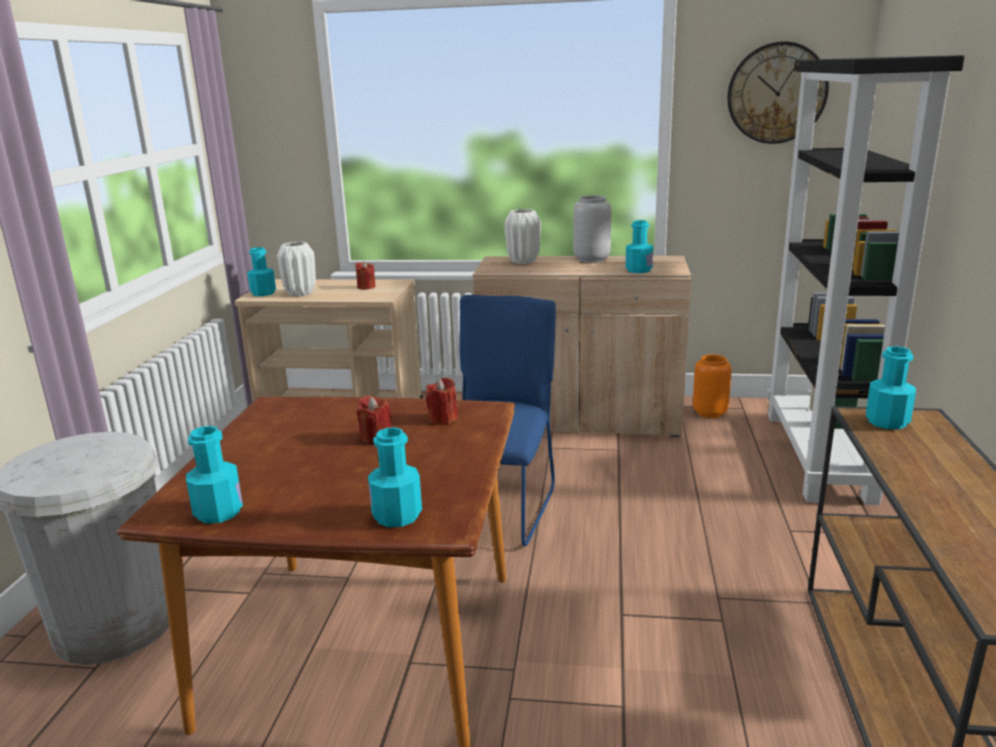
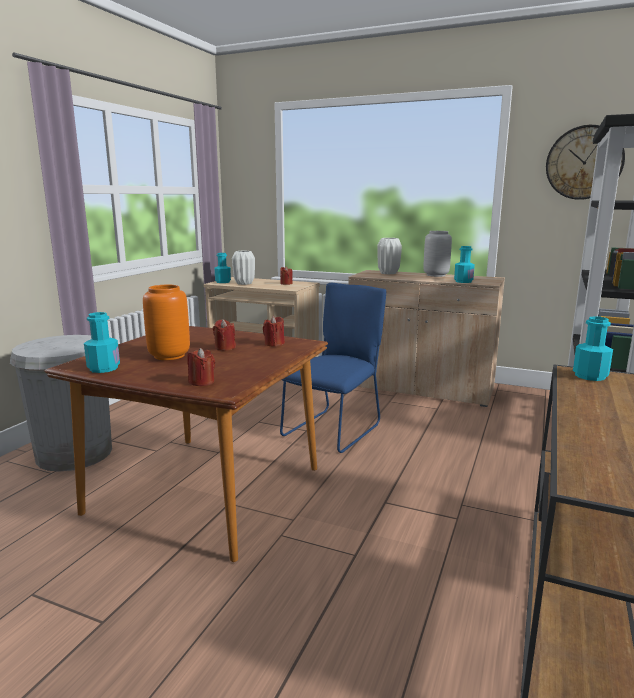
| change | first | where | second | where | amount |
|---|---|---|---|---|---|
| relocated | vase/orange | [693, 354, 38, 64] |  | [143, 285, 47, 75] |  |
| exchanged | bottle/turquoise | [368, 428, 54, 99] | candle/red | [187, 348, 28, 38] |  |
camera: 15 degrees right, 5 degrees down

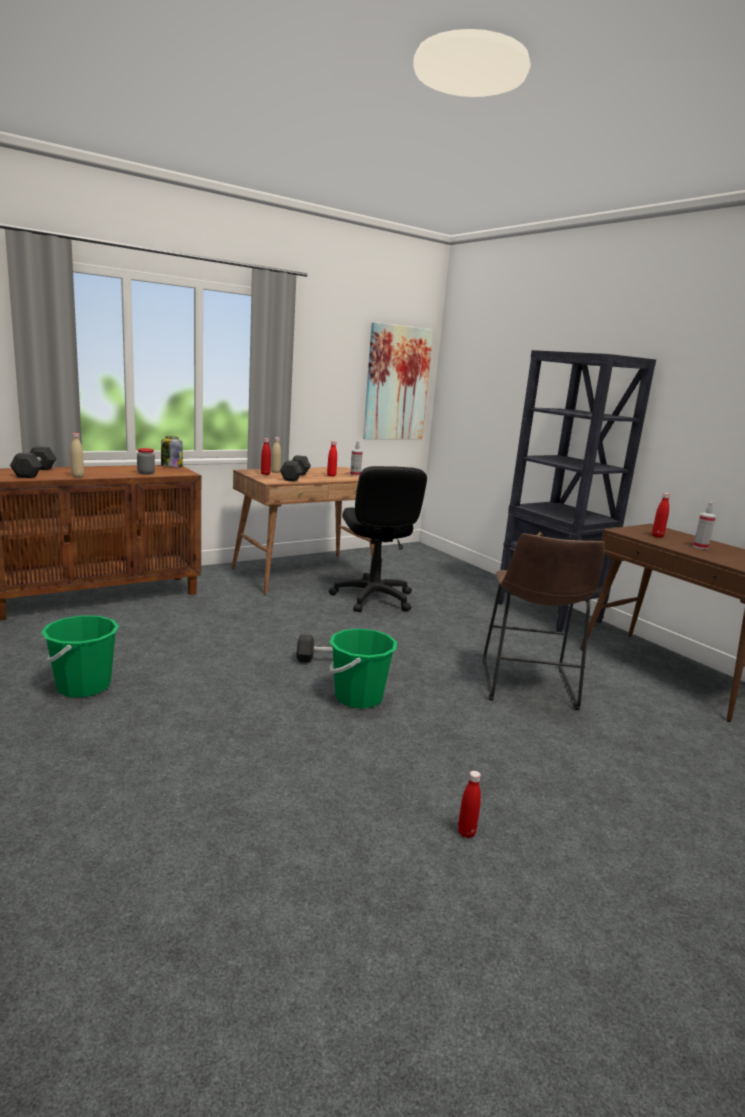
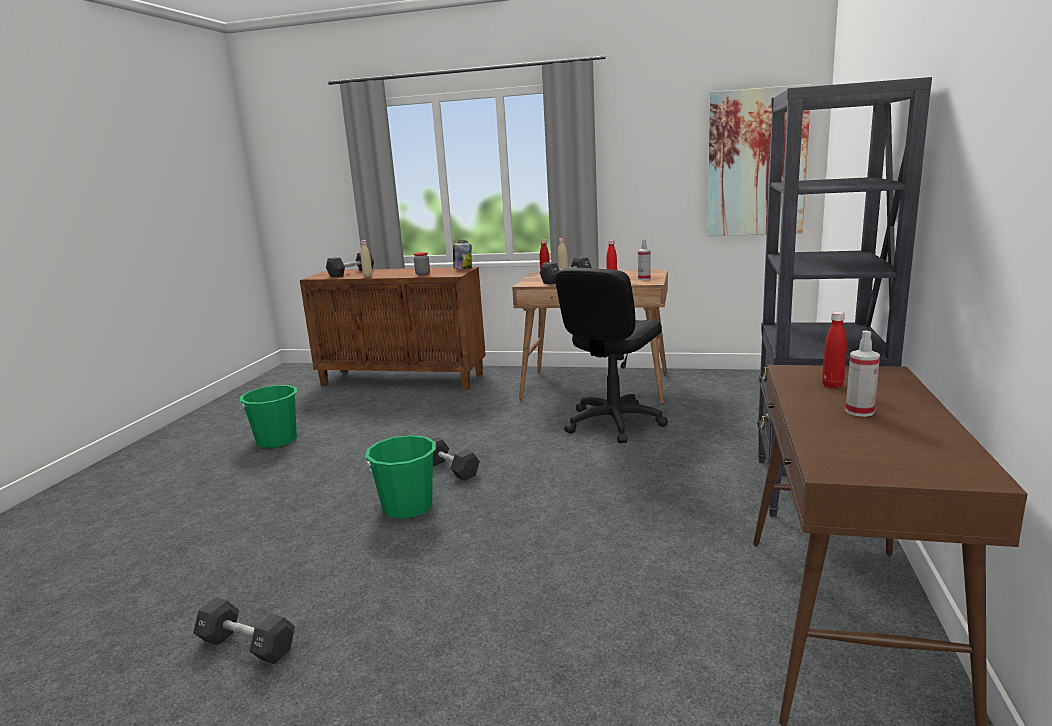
| change | first | where | second | where | amount |
|---|---|---|---|---|---|
| missing | stool/brown | [483, 534, 122, 176] |  |  |  |
| exchanged | bottle/red | [458, 771, 23, 67] | dumbbell/black | [193, 598, 102, 66] |  |
camera: 50 degrees right, 0 degrees up

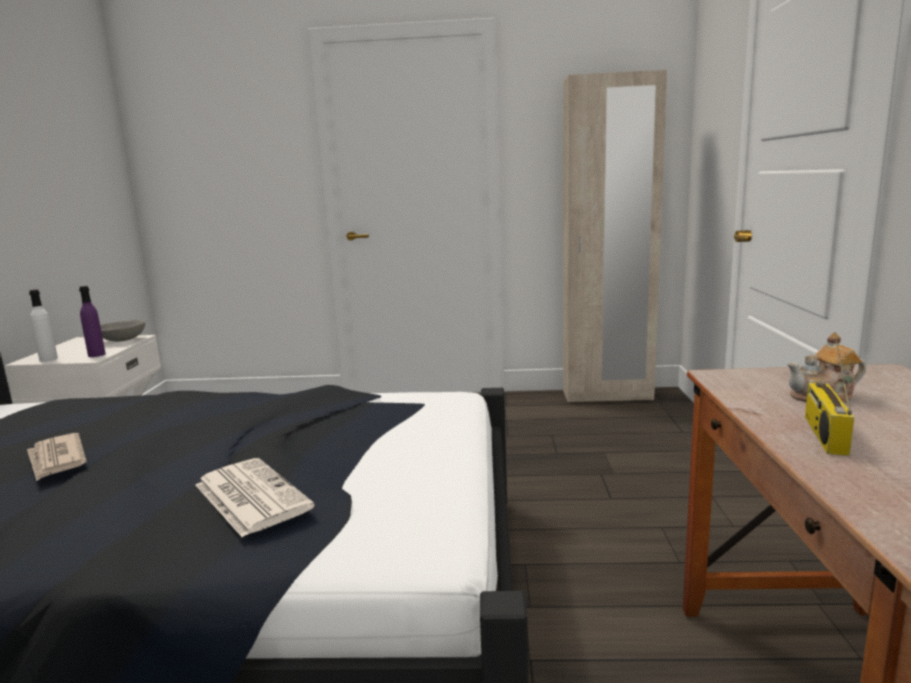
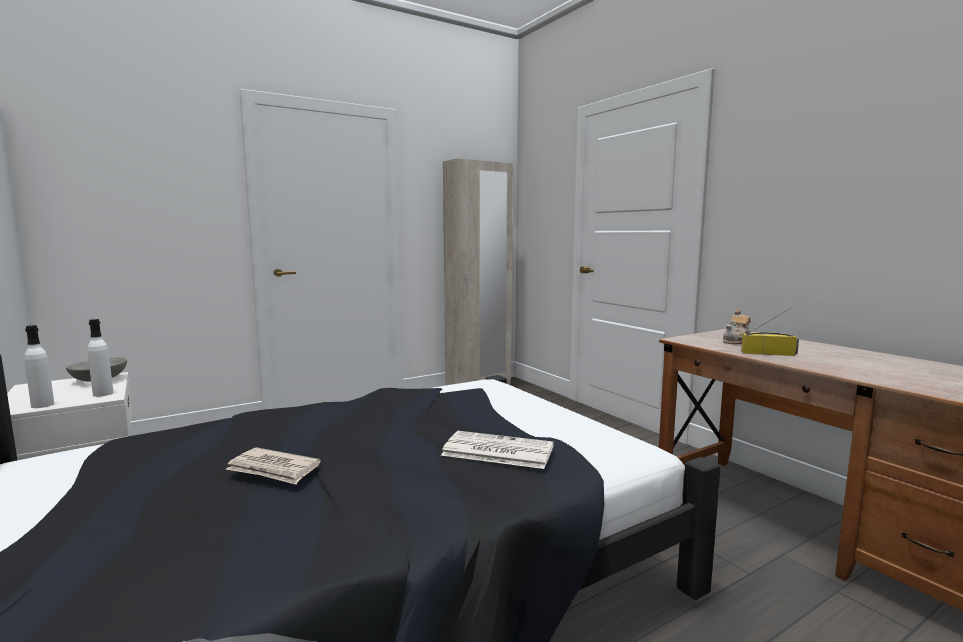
| change | first | where | second | where | amount |
|---|---|---|---|---|---|
| colour | bottle/purple | [79, 286, 27, 71] | bottle/white | [87, 319, 26, 78] |  |
| spun | radio | [805, 332, 50, 124] |  | [741, 308, 58, 48] | 120 degrees clockwise |
camera: 35 degrees left, 5 degrees down

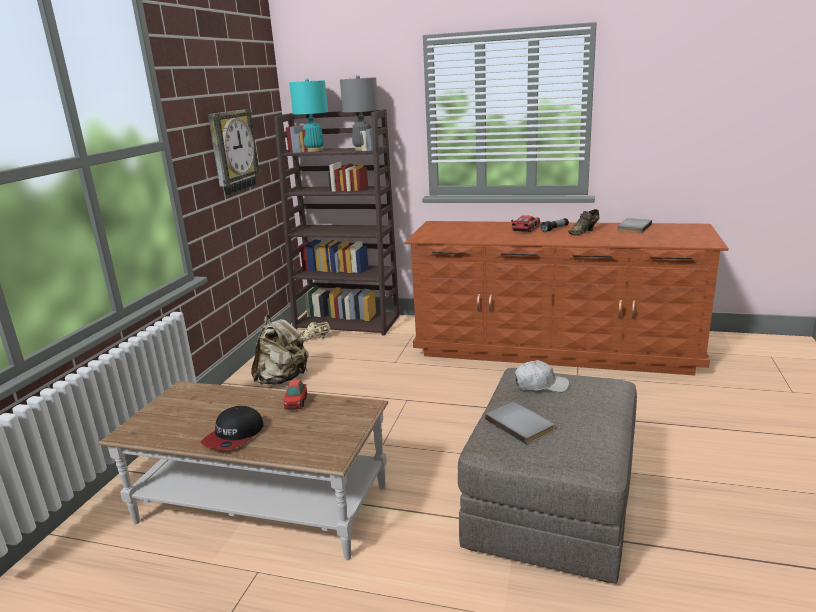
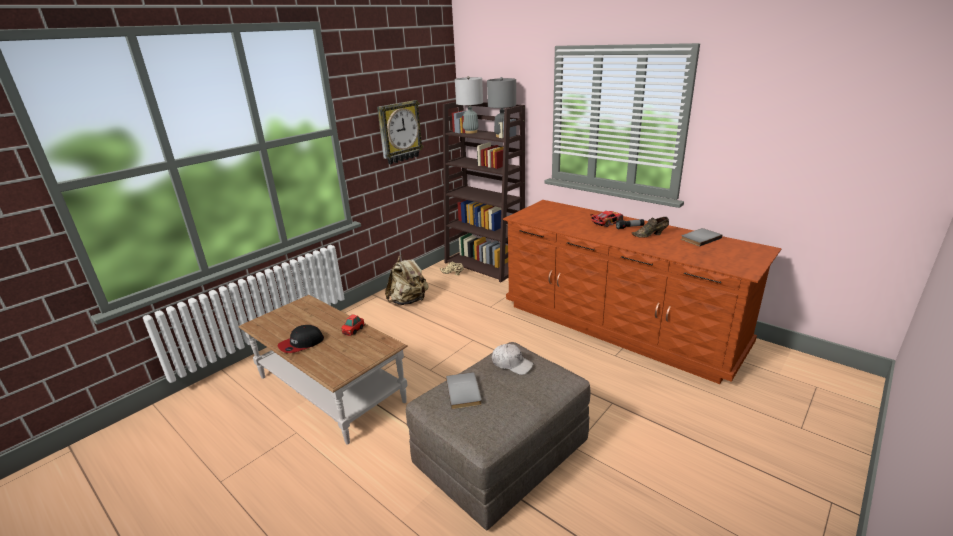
| change | first | where | second | where | amount |
|---|---|---|---|---|---|
| colour | table lamp/turquoise | [289, 78, 39, 74] | table lamp/grey | [455, 76, 28, 58] |  |
camera: 25 degrees right, 5 degrees up

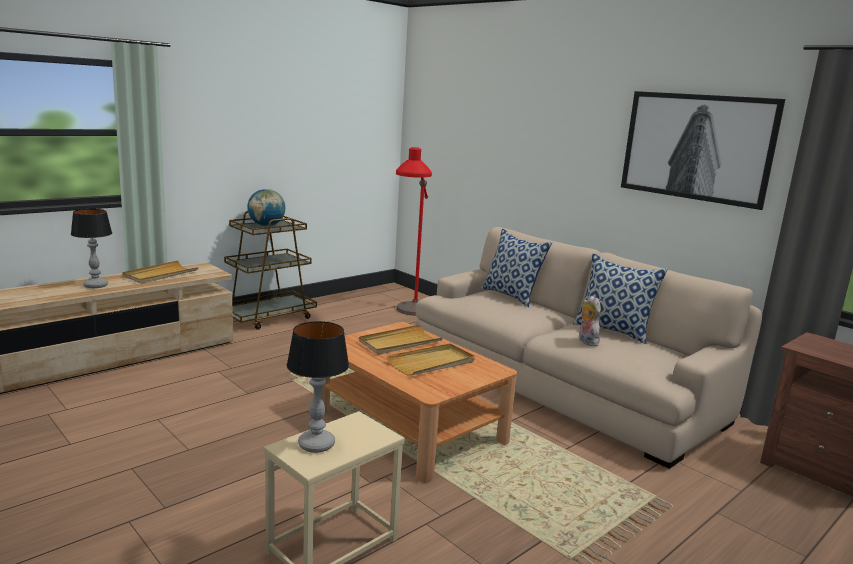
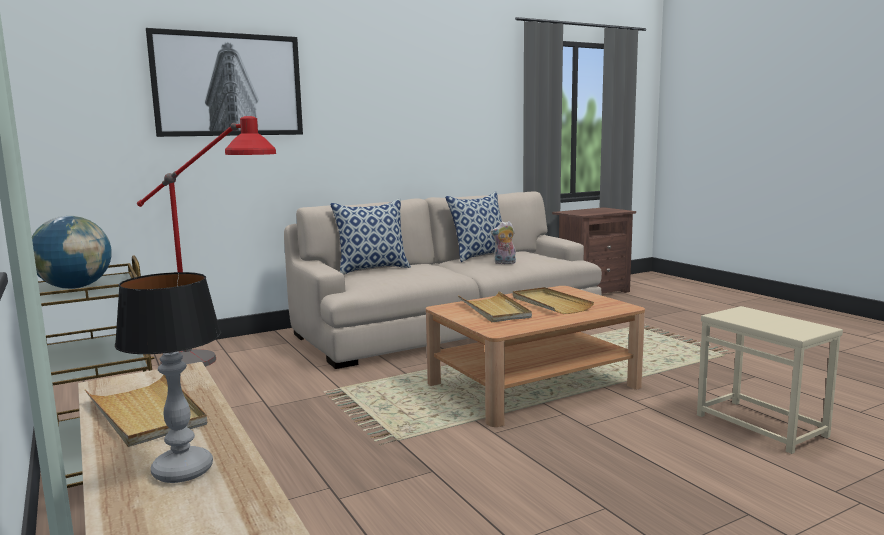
| change | first | where | second | where | amount |
|---|---|---|---|---|---|
| missing | table lamp | [287, 321, 62, 132] |  |  |  |
| relocated | picture | [621, 91, 164, 119] |  | [146, 28, 157, 109] |  |
camera: 75 degrees left, 5 degrees down

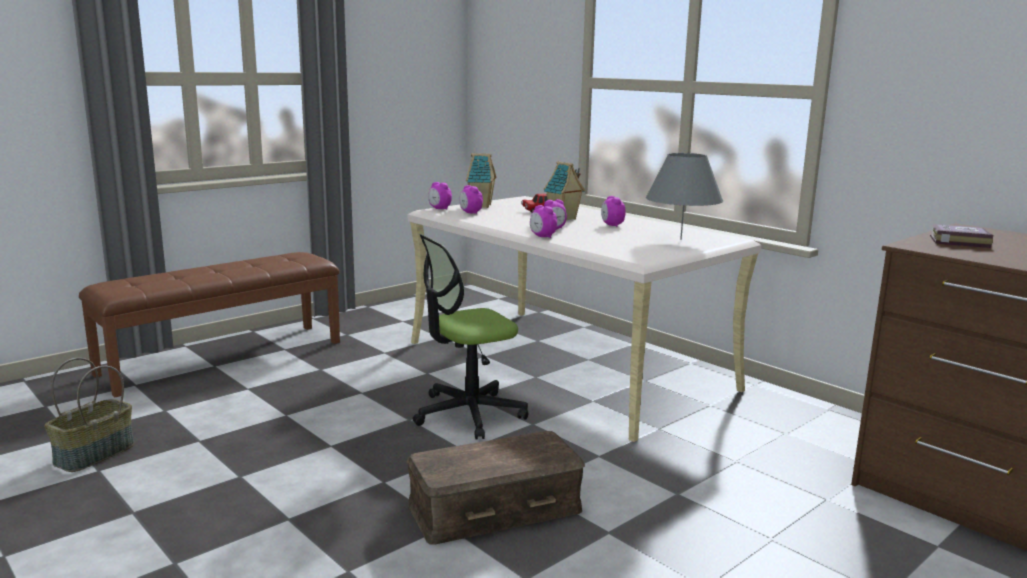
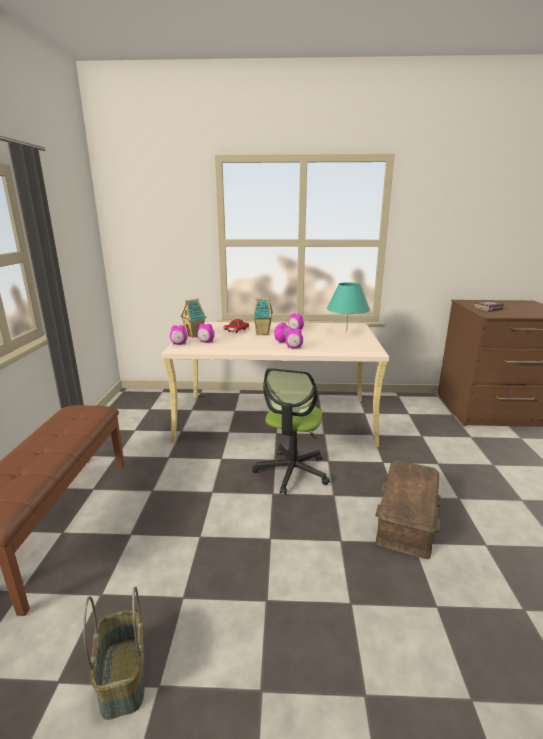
| change | first | where | second | where | amount |
|---|---|---|---|---|---|
| colour | table lamp/grey | [646, 153, 77, 87] | table lamp/turquoise | [327, 282, 43, 50] |  |
camera: 45 degrees left, 5 degrees up

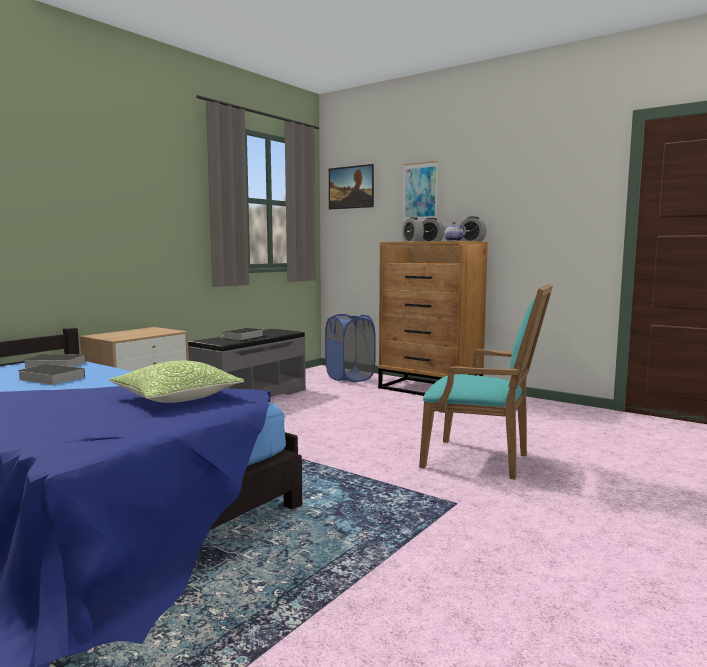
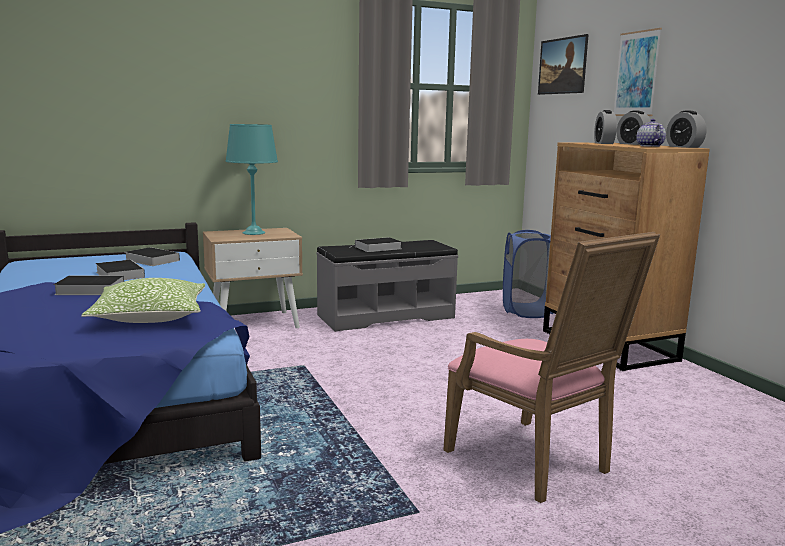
| change | first | where | second | where | amount |
|---|---|---|---|---|---|
| appeared |  |  | book | [53, 276, 71, 19] |  |
| appeared |  |  | table lamp/turquoise | [225, 124, 53, 111] |  |
| colour | armchair/turquoise | [419, 284, 134, 196] | armchair/pink | [443, 232, 217, 271] |  |
camera: 30 degrees right, 5 degrees up

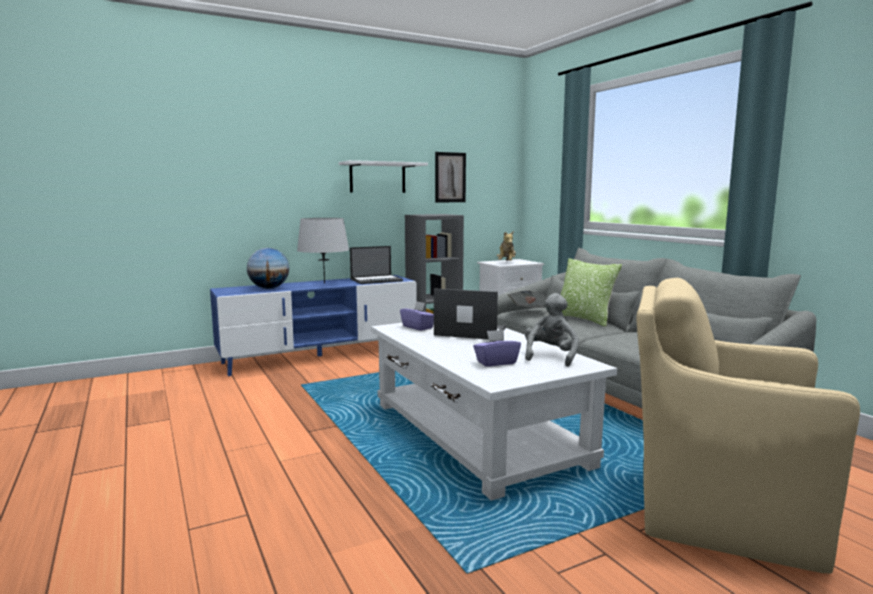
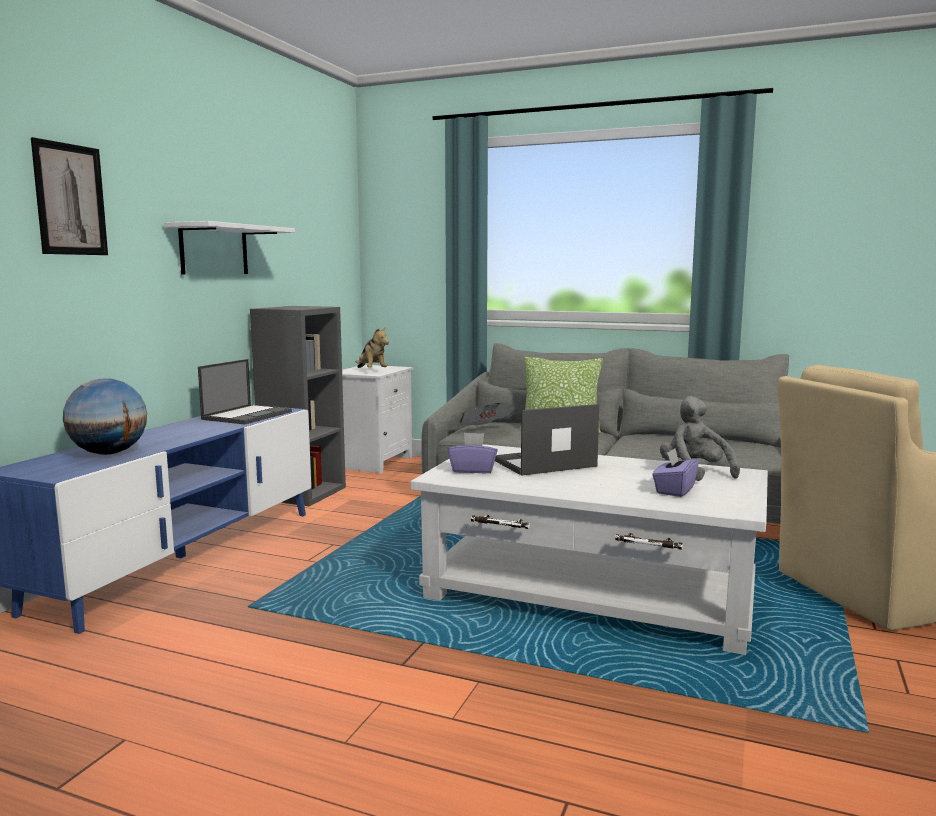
| change | first | where | second | where | amount |
|---|---|---|---|---|---|
| missing | table lamp/grey | [297, 218, 52, 66] |  |  |  |
| relocated | picture | [435, 152, 31, 50] |  | [31, 137, 77, 118] |  |
camera: 40 degrees left, 0 degrees up

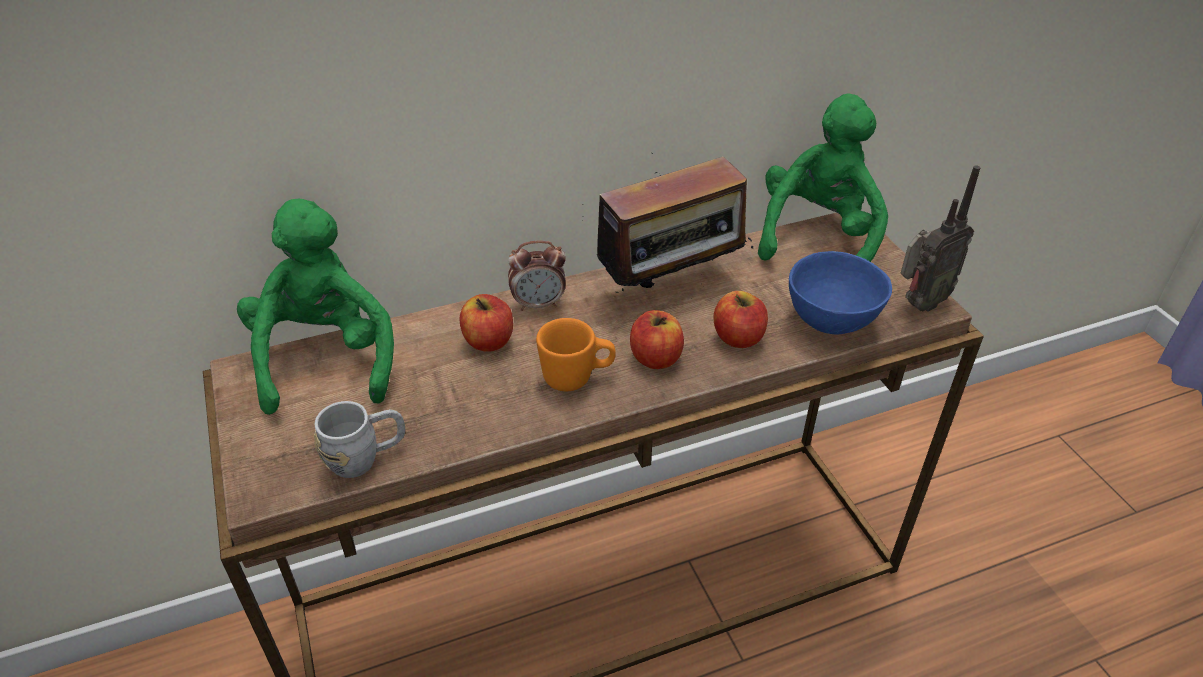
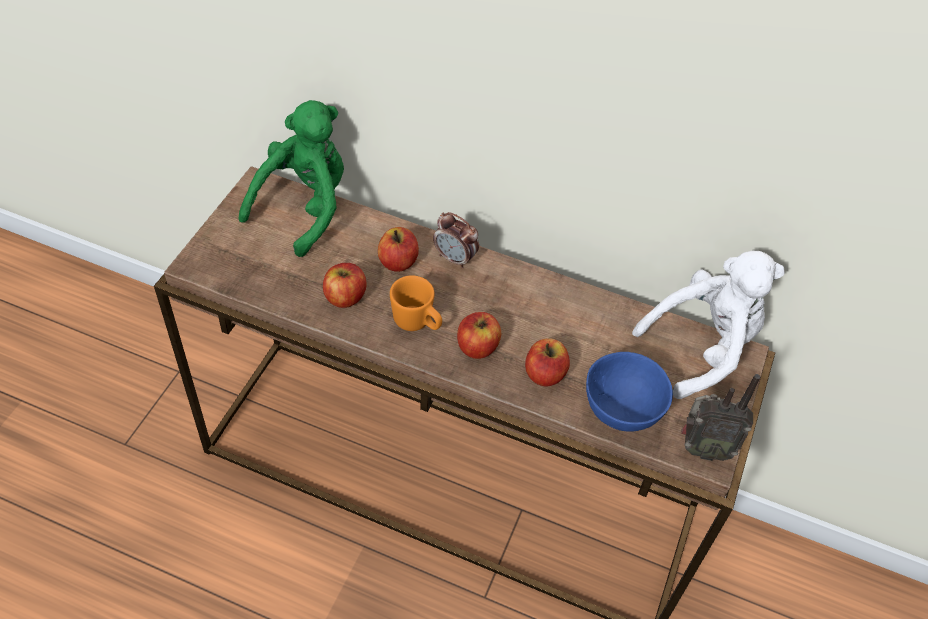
| change | first | where | second | where | amount |
|---|---|---|---|---|---|
| missing | mug/grey | [314, 401, 91, 77] |  |  |  |
| missing | radio | [597, 153, 157, 144] |  |  |  |
| appeared |  |  | apple | [323, 263, 43, 45] |  |
| colour | plush toy/green | [758, 94, 130, 168] | plush toy/white | [632, 250, 153, 149] |  |
camera: 40 degrees right, 10 degrees up

